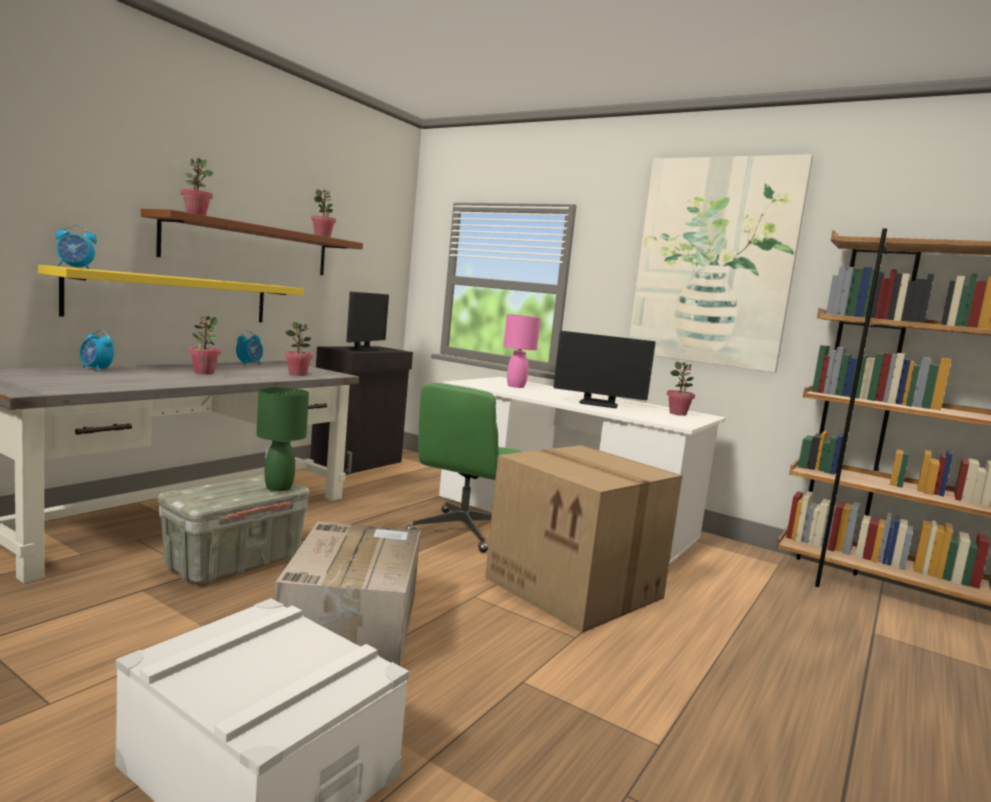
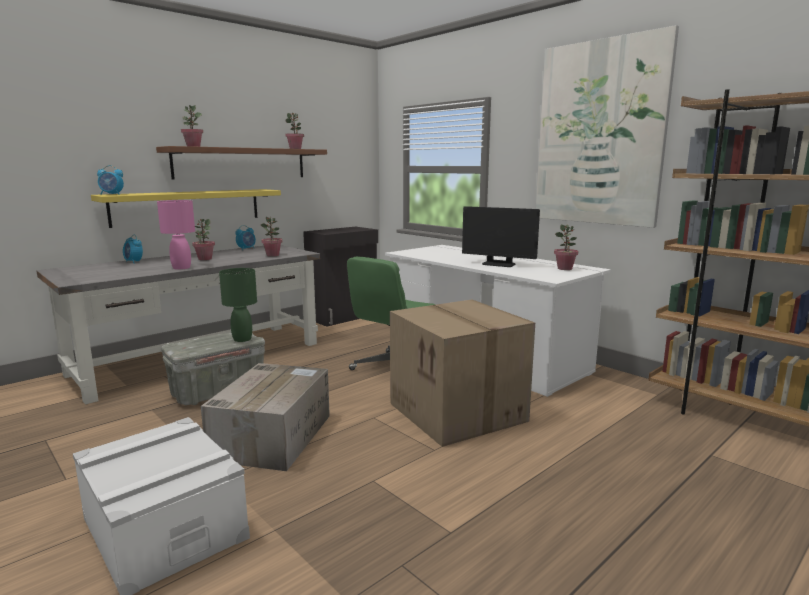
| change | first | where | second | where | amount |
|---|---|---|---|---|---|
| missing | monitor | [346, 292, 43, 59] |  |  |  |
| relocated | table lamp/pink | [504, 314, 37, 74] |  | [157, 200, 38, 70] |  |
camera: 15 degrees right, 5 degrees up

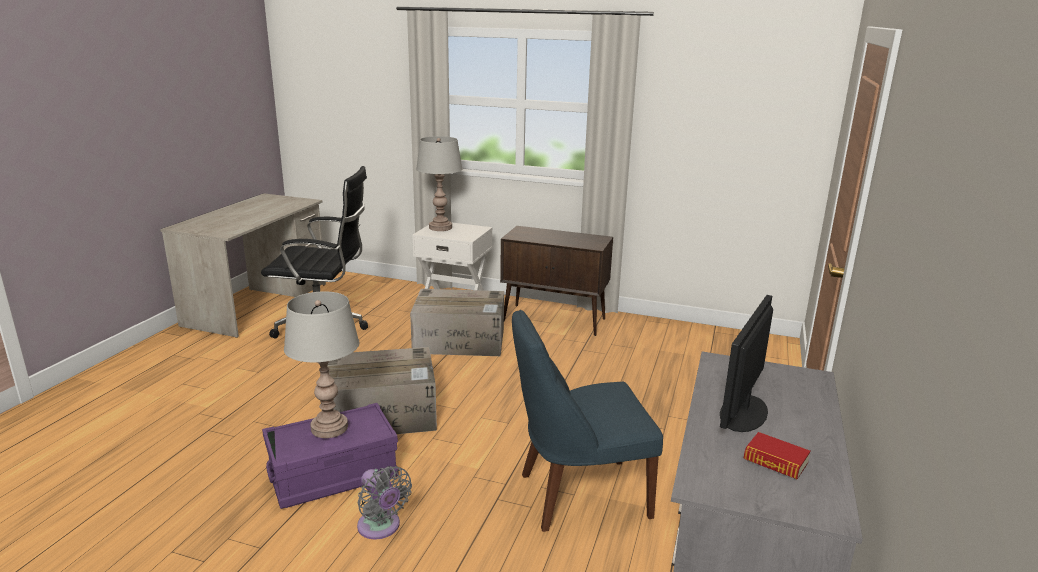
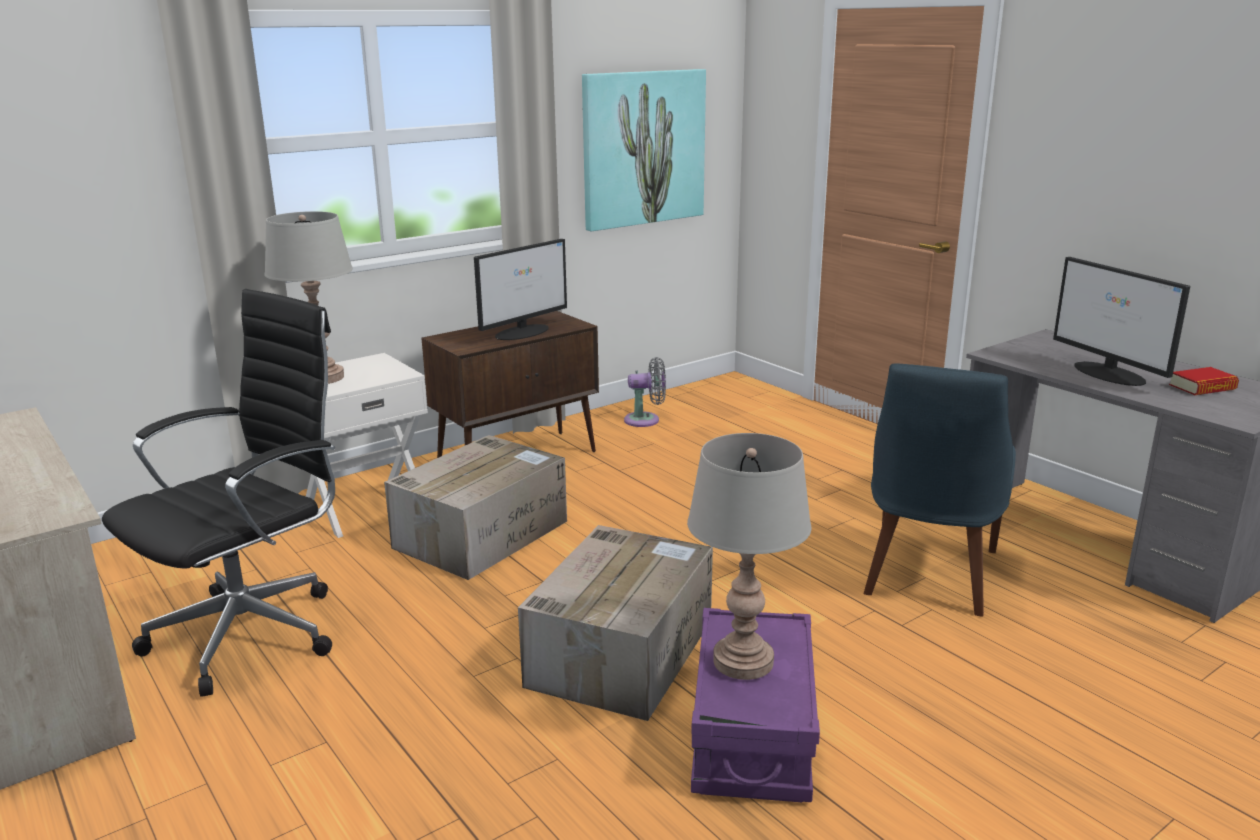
| change | first | where | second | where | amount |
|---|---|---|---|---|---|
| appeared |  |  | monitor | [474, 239, 93, 101] |  |
| appeared |  |  | picture | [582, 69, 124, 162] |  |
| relocated | fan/grey | [357, 466, 55, 74] |  | [624, 357, 42, 70] |  |
camera: 55 degrees left, 0 degrees up

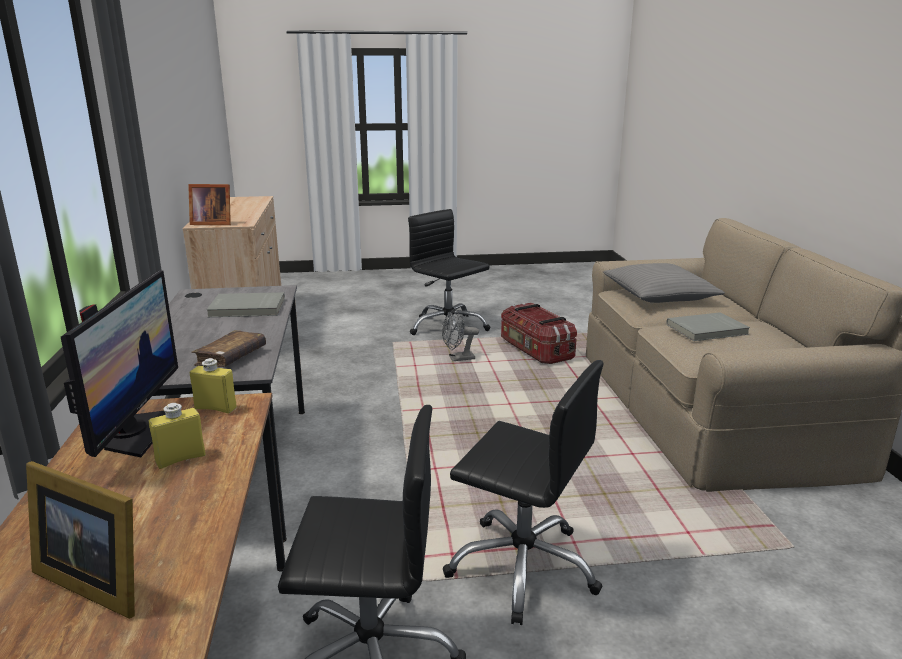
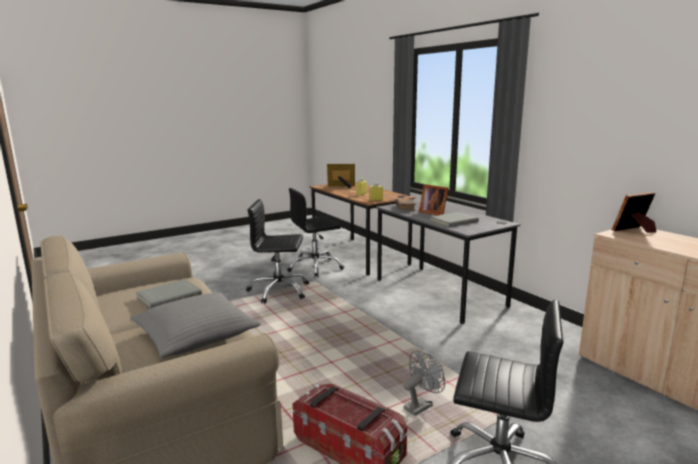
| change | first | where | second | where | amount |
|---|---|---|---|---|---|
| missing | monitor | [61, 270, 117, 187] |  |  |  |
| appeared |  |  | picture frame | [419, 184, 30, 31] |  |
camera: 155 degrees right, 5 degrees down

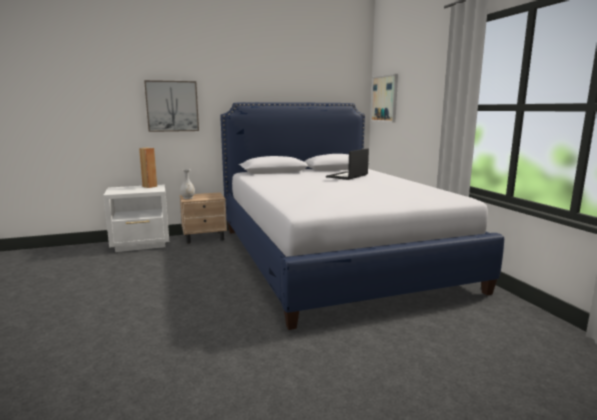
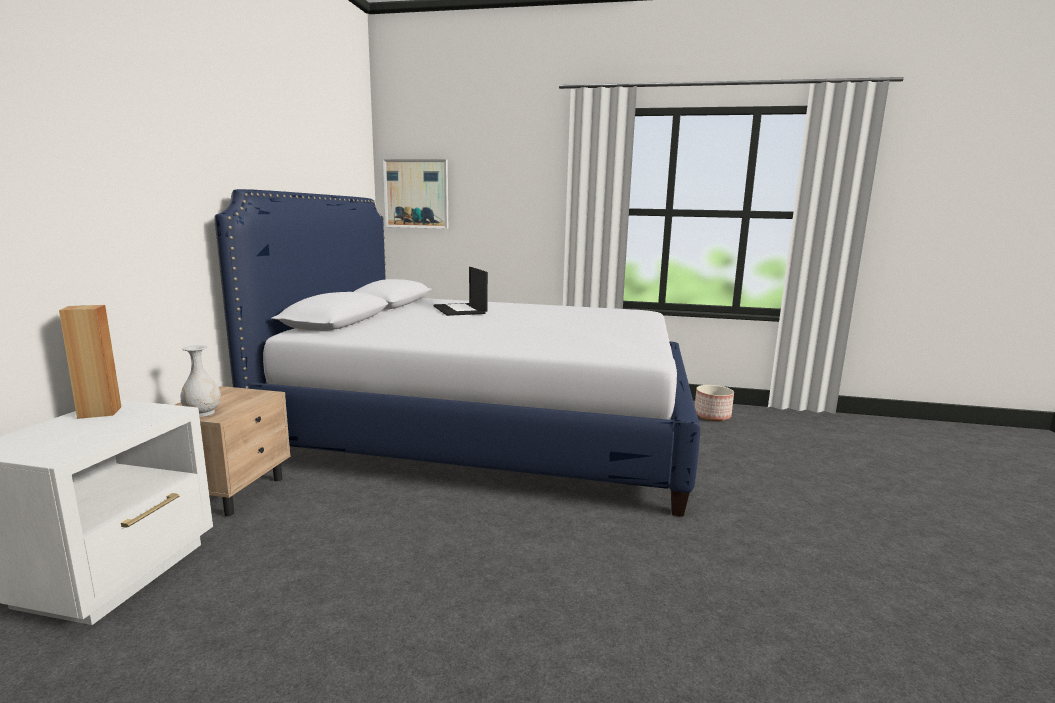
| change | first | where | second | where | amount |
|---|---|---|---|---|---|
| missing | picture | [144, 80, 55, 52] |  |  |  |
| appeared |  |  | planter | [695, 385, 39, 36] |  |
camera: 60 degrees left, 0 degrees up

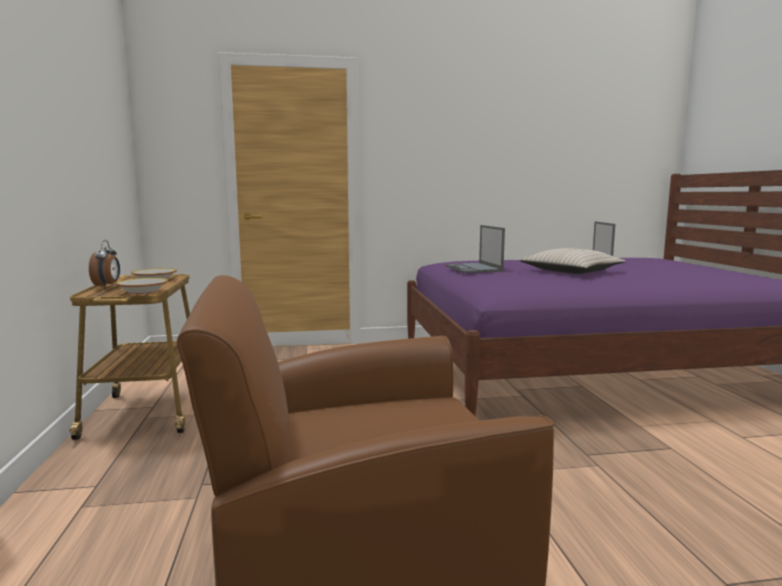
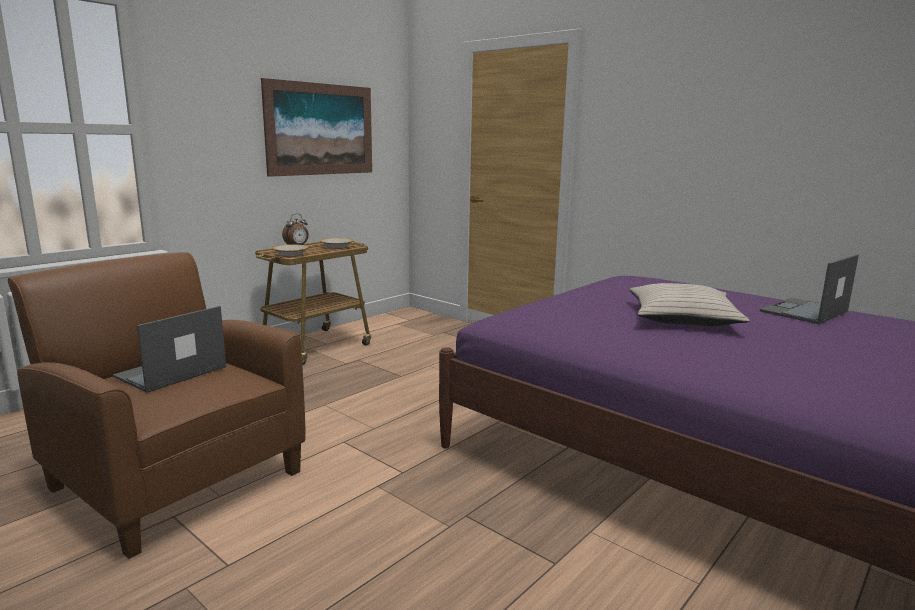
| change | first | where | second | where | amount |
|---|---|---|---|---|---|
| appeared |  |  | picture | [261, 78, 111, 99] |  |
| relocated | laptop | [445, 225, 60, 48] |  | [113, 306, 113, 87] |  |
camera: 50 degrees right, 5 degrees up

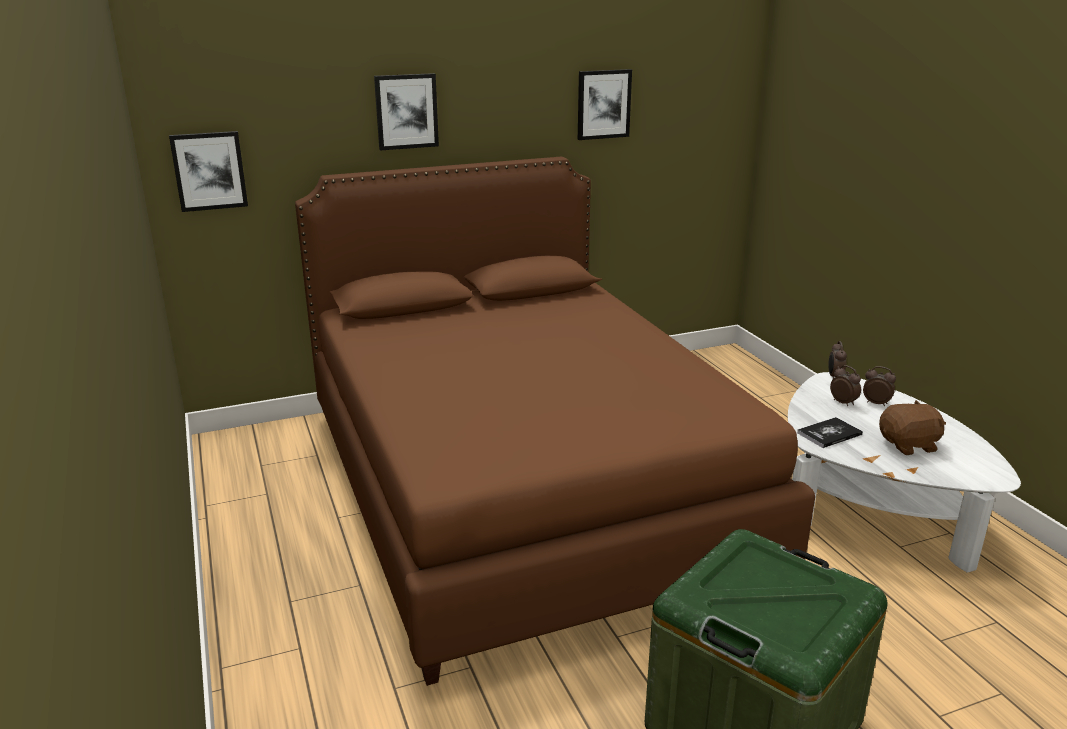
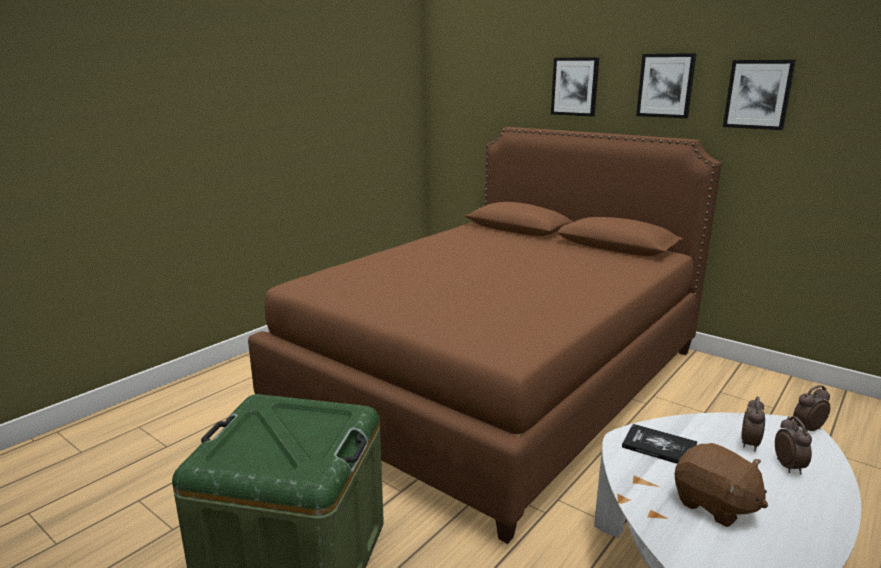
| change | first | where | second | where | amount |
|---|---|---|---|---|---|
| relocated | picture | [169, 131, 79, 81] |  | [636, 53, 61, 65] |  |
camera: 60 degrees right, 5 degrees down

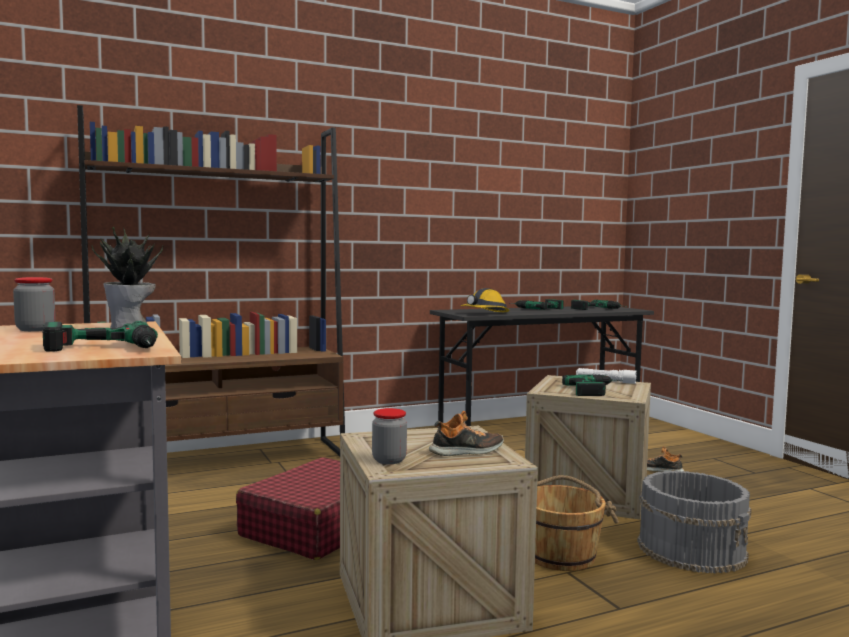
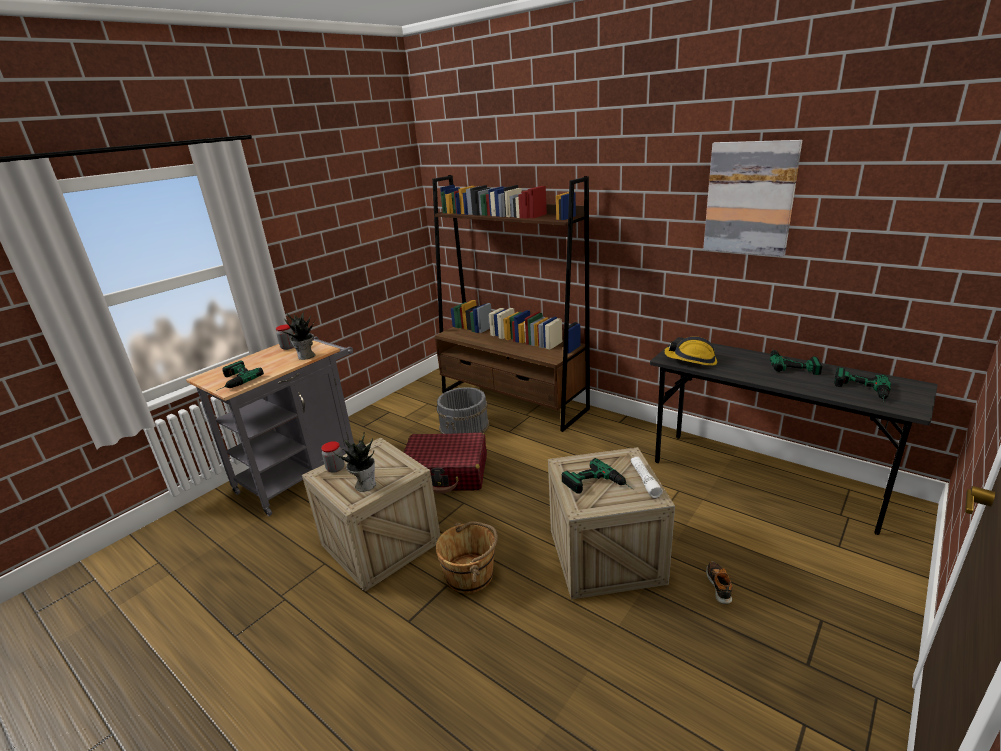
| change | first | where | second | where | amount |
|---|---|---|---|---|---|
| appeared |  |  | picture | [703, 140, 99, 117] |  |
| relocated | bucket/grey | [637, 471, 115, 103] |  | [437, 387, 52, 47] |  |
| exchanged | shoe | [429, 411, 75, 45] | potted plant | [334, 432, 42, 60] |  |
camera: 65 degrees right, 20 degrees up

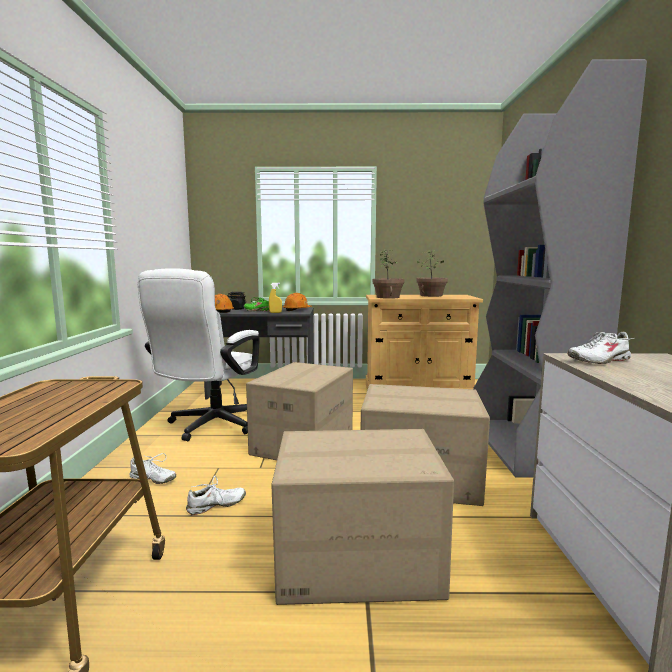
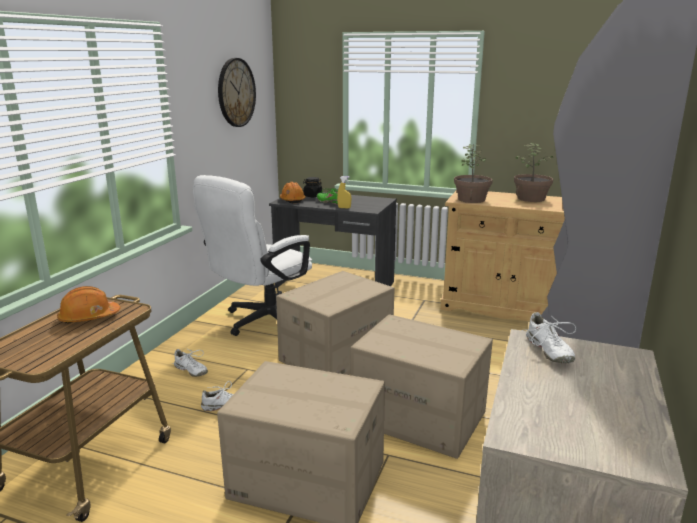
| change | first | where | second | where | amount |
|---|---|---|---|---|---|
| appeared |  |  | wall clock | [218, 58, 38, 69] |  |
| relocated | hard hat/orange | [283, 293, 29, 18] |  | [57, 286, 63, 38] |  |
| spun | shoe/white | [567, 332, 67, 32] |  | [521, 312, 55, 51] | 105 degrees counterclockwise |
camera: 20 degrees right, 10 degrees up

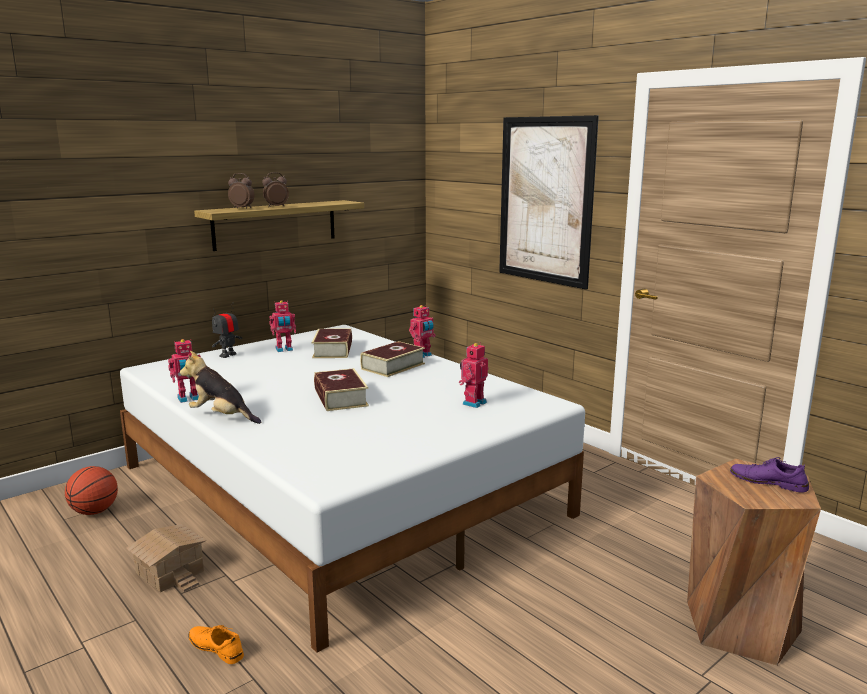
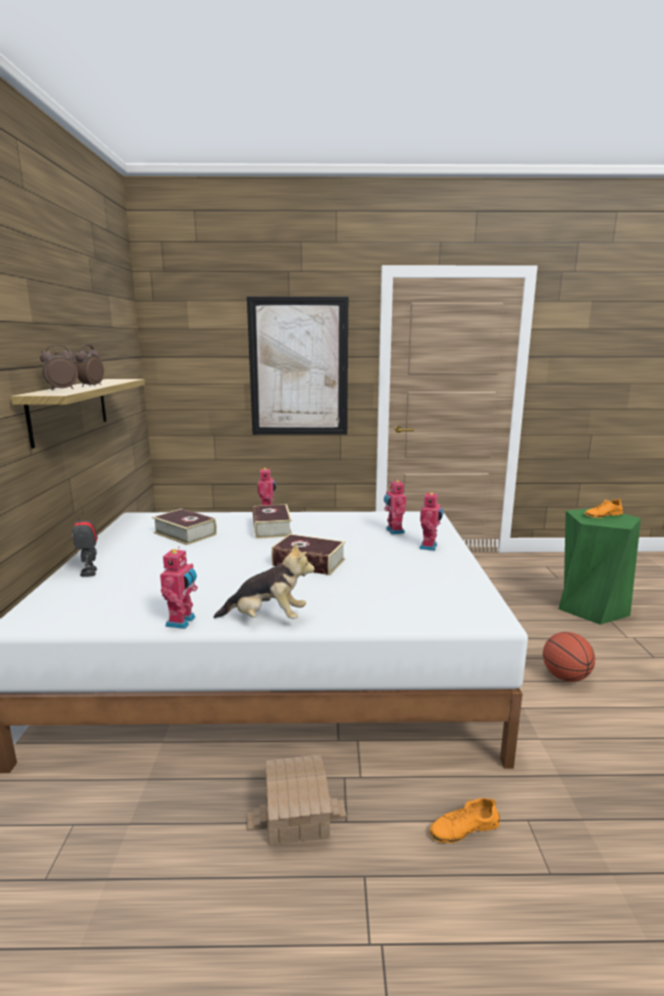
| change | first | where | second | where | amount |
|---|---|---|---|---|---|
| relocated | basketball | [65, 466, 53, 49] |  | [543, 632, 52, 50] |  |
| relocated | toy robot | [269, 300, 27, 52] |  | [419, 491, 25, 60] |  |
| colour | stool/brown | [687, 458, 134, 208] | stool/green | [558, 508, 83, 117] |  |
| colour | shoe/purple | [730, 457, 79, 36] | shoe/orange | [584, 499, 39, 19] |  |
| spun | plush toy | [180, 351, 81, 73] |  | [213, 542, 102, 77] | 150 degrees counterclockwise |
camera: 50 degrees left, 0 degrees up

